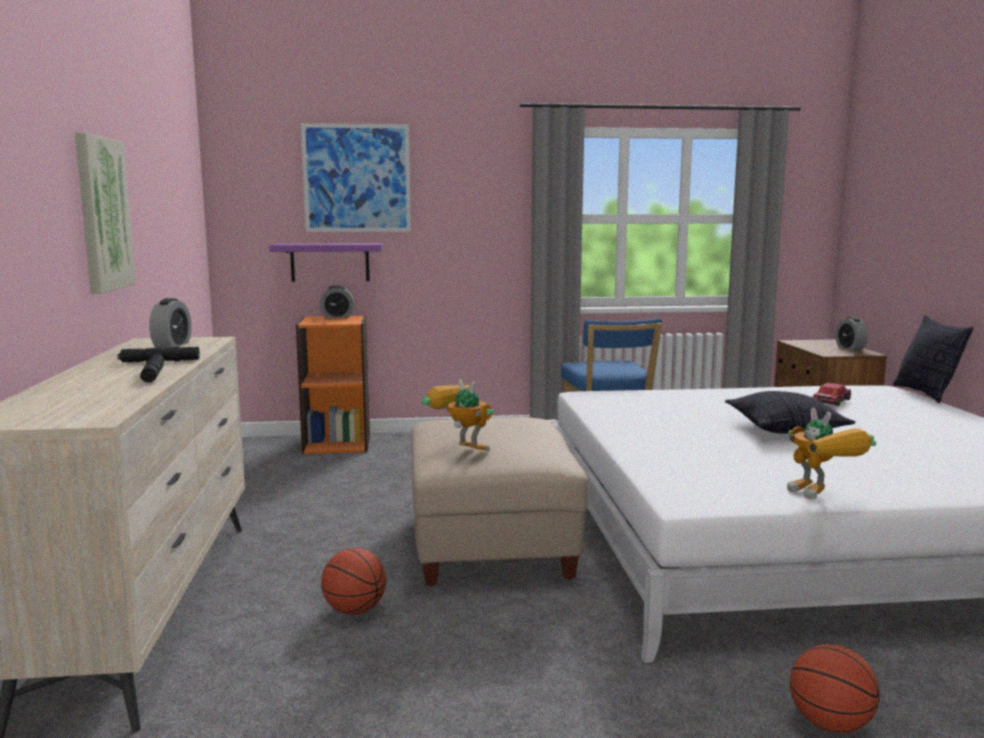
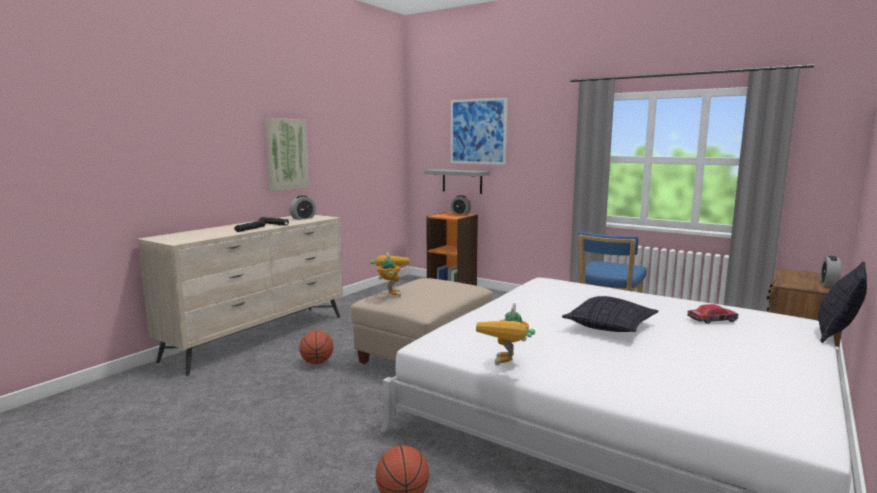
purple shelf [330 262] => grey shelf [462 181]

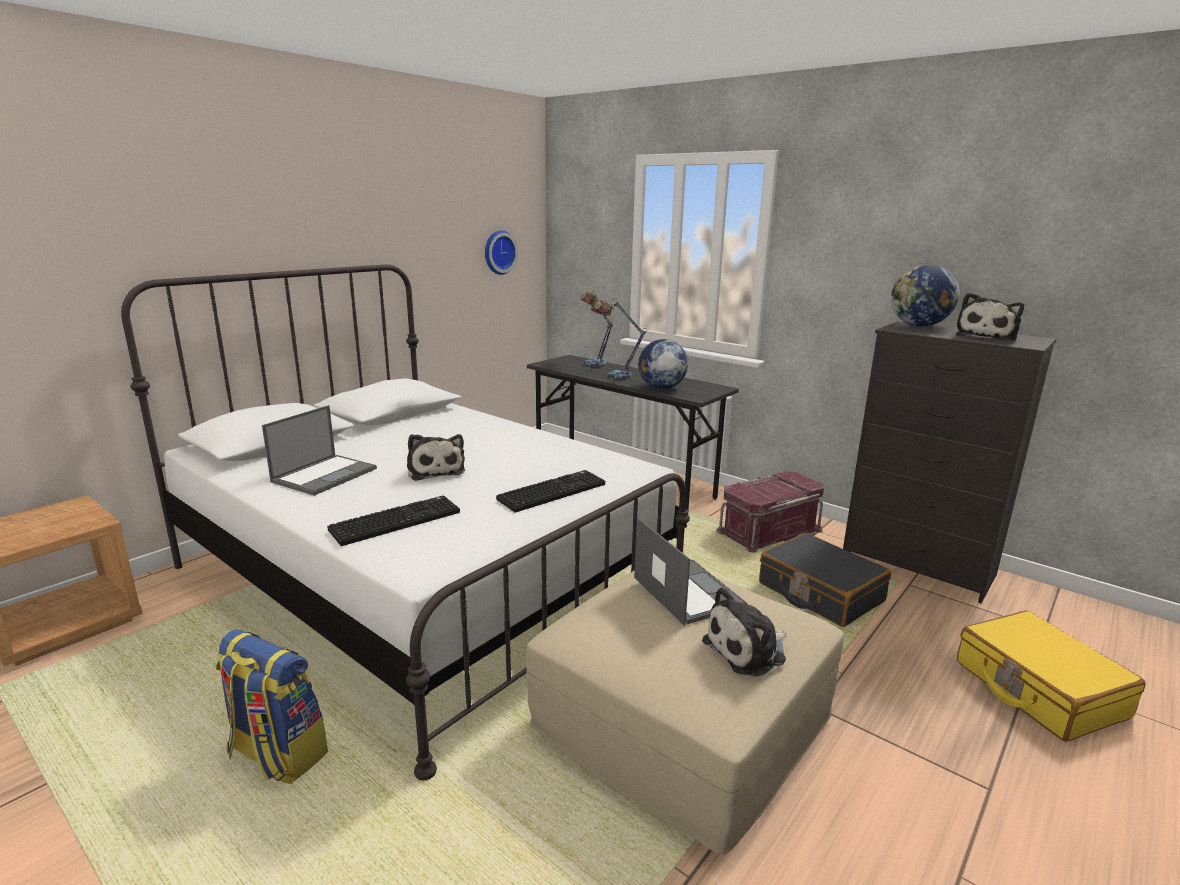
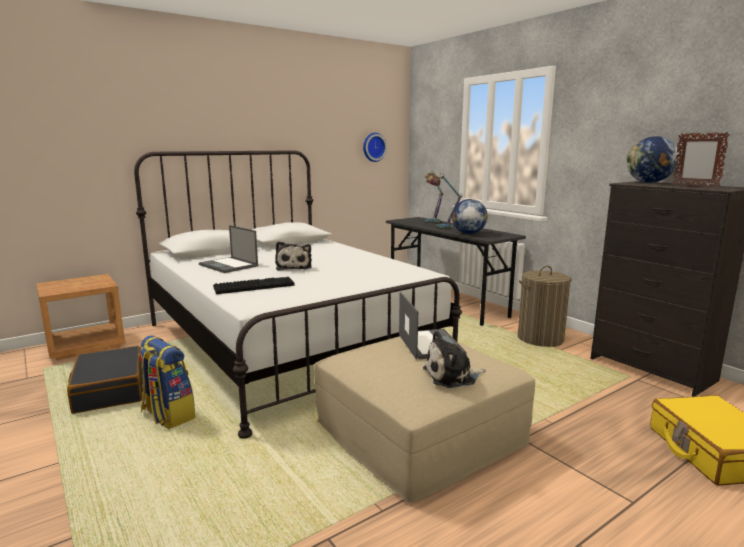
plush toy [986 337] => picture frame [695 186]
laptop [325 475] => laptop [229 265], 90 degrees clockwise
keyboard [552 491] => nothing
red storage box [768 530] => laundry basket [540 339]
black suitcase [819 593] => black suitcase [109 390], moved

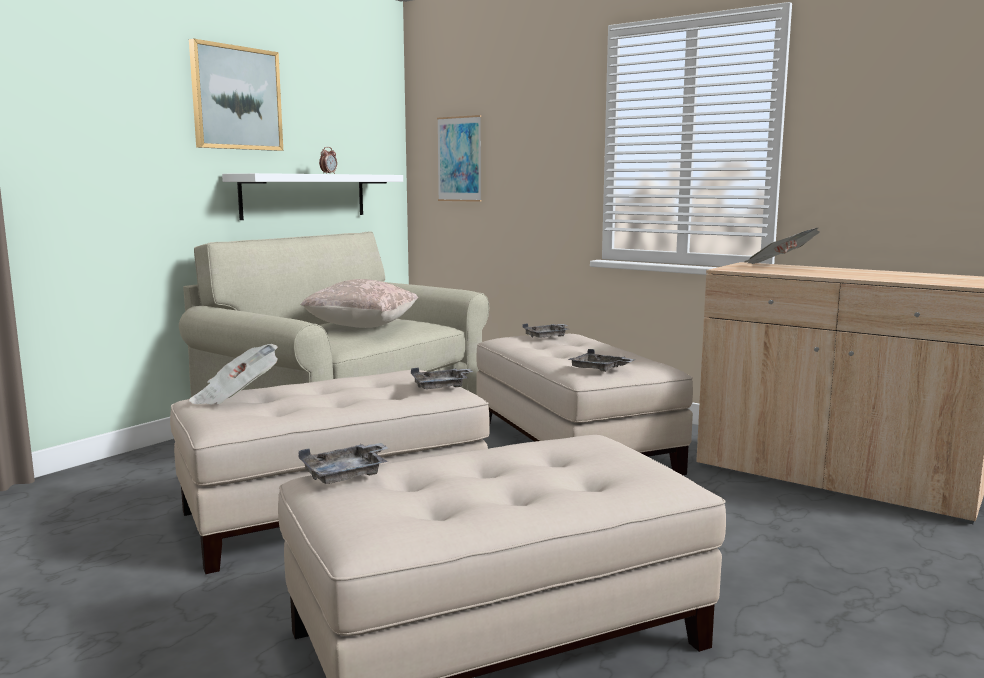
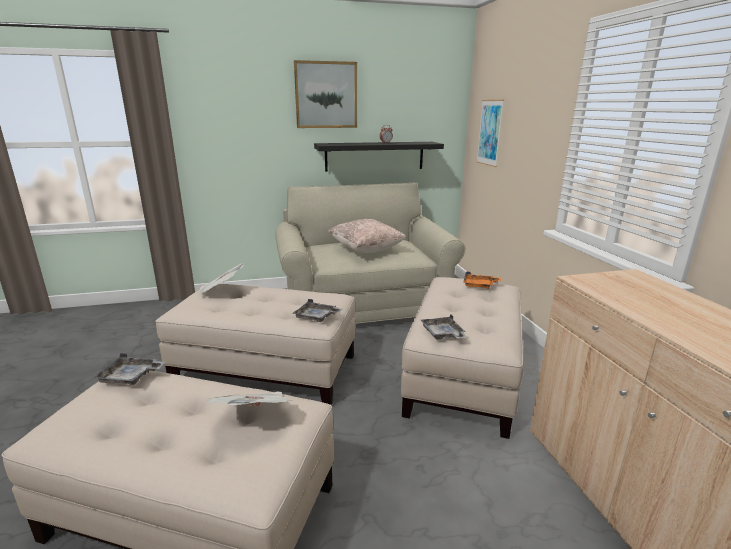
white shelf [304 196] => black shelf [374 156]
newspaper [779 266] => newspaper [255 416], moved
grey tray [547 337] => orange tray [479 285]

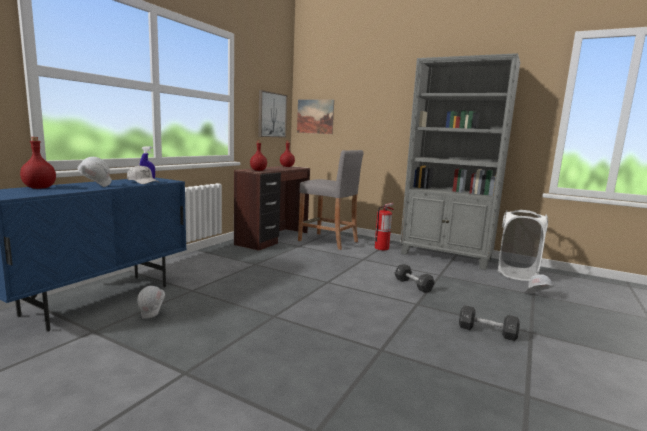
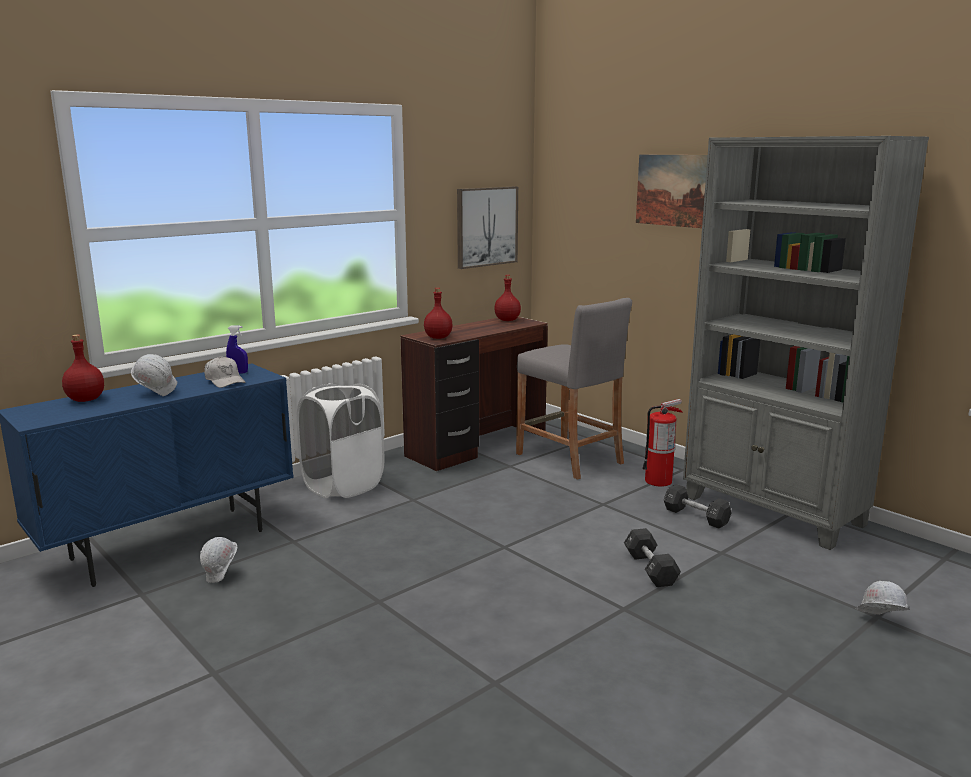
picture [315 116] => picture [673 190], moved
white laundry basket [516 273] => white laundry basket [343 486], moved
black dumbbell [487 331] => black dumbbell [696 516], moved

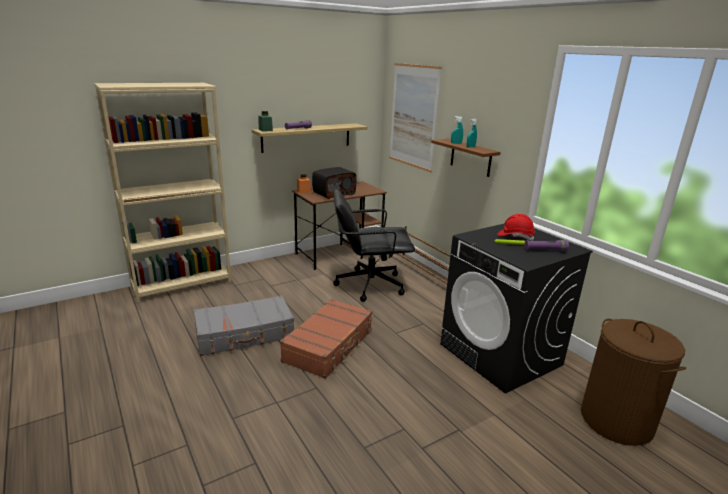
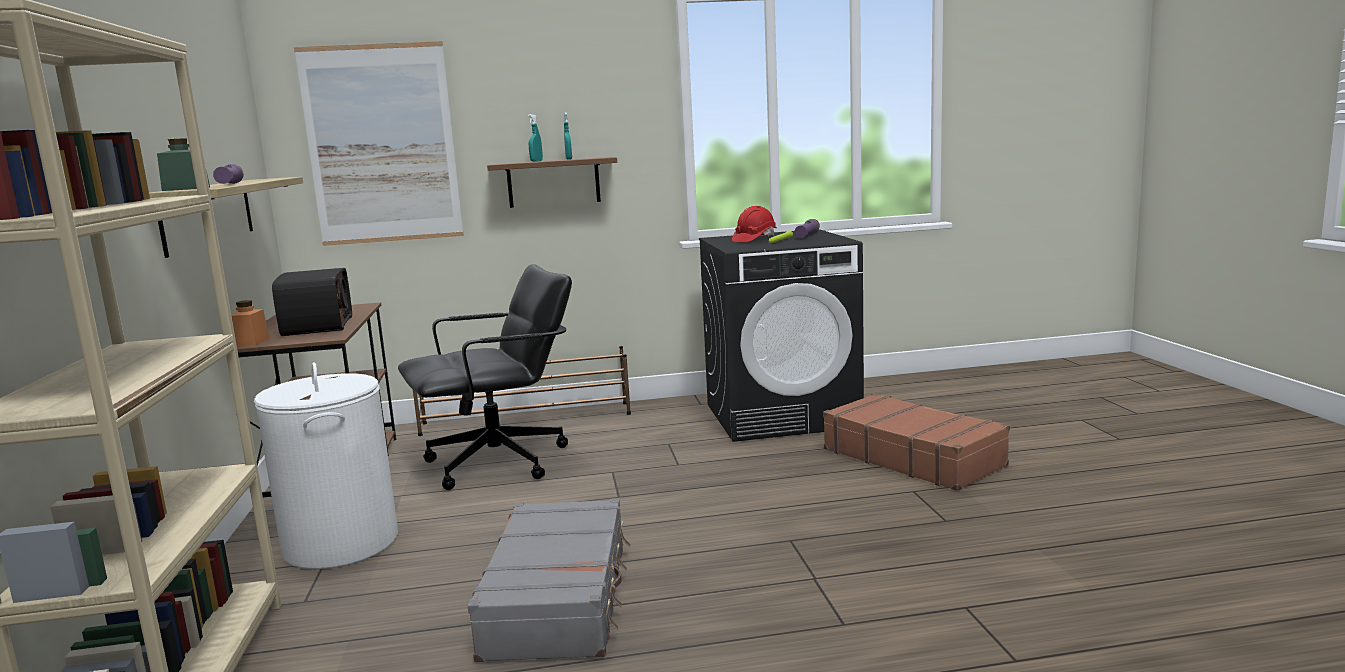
black office chair [369 284] => black office chair [499 463], 135 degrees counterclockwise
brown suitcase [329 346] => brown suitcase [912 457], moved
brown laundry basket [616 421] => nothing
nothing => white laundry basket [340 543]

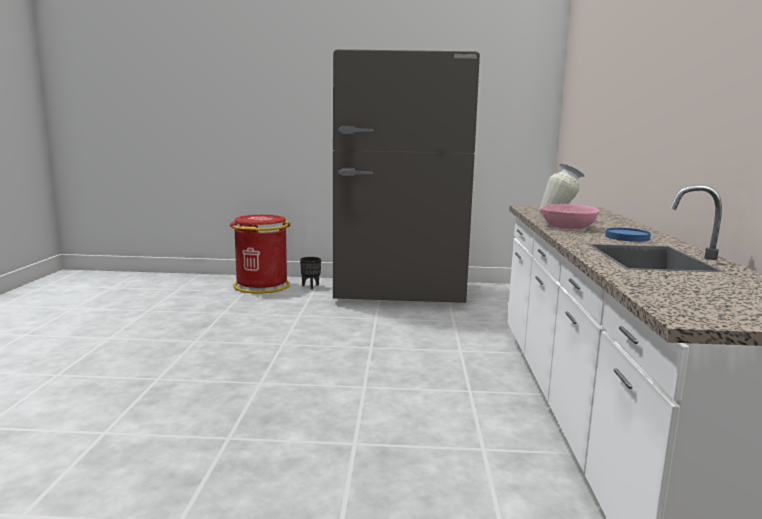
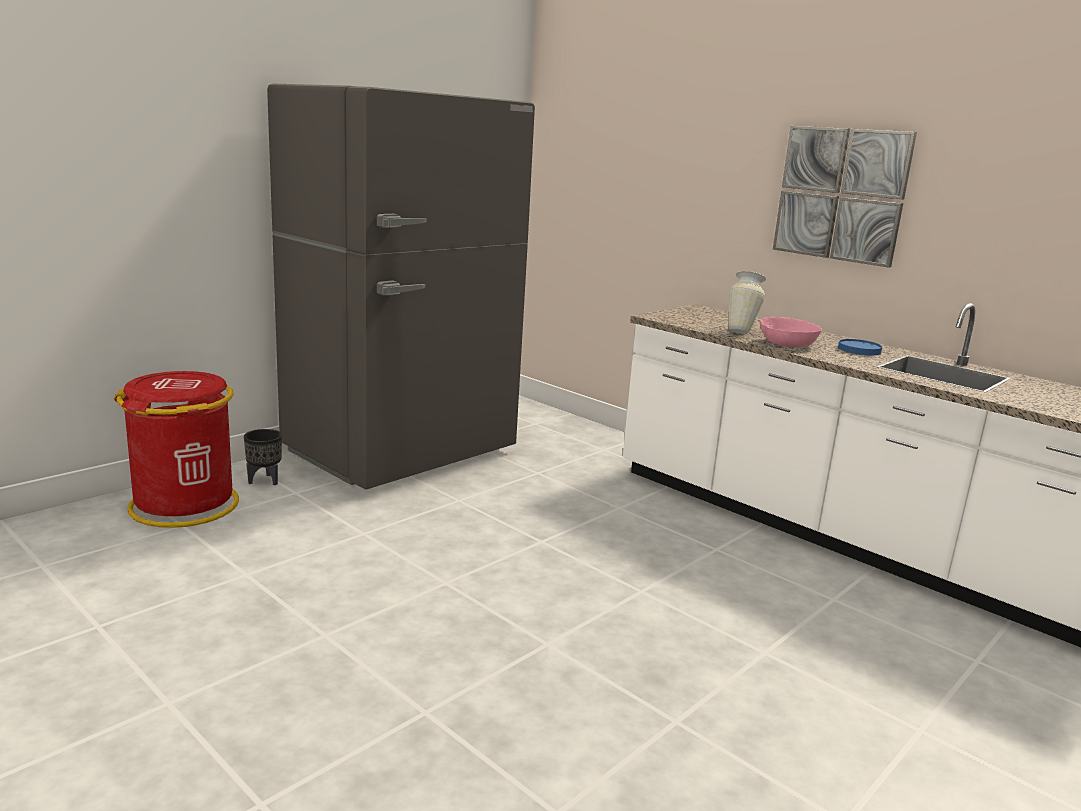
nothing => picture [841 194]

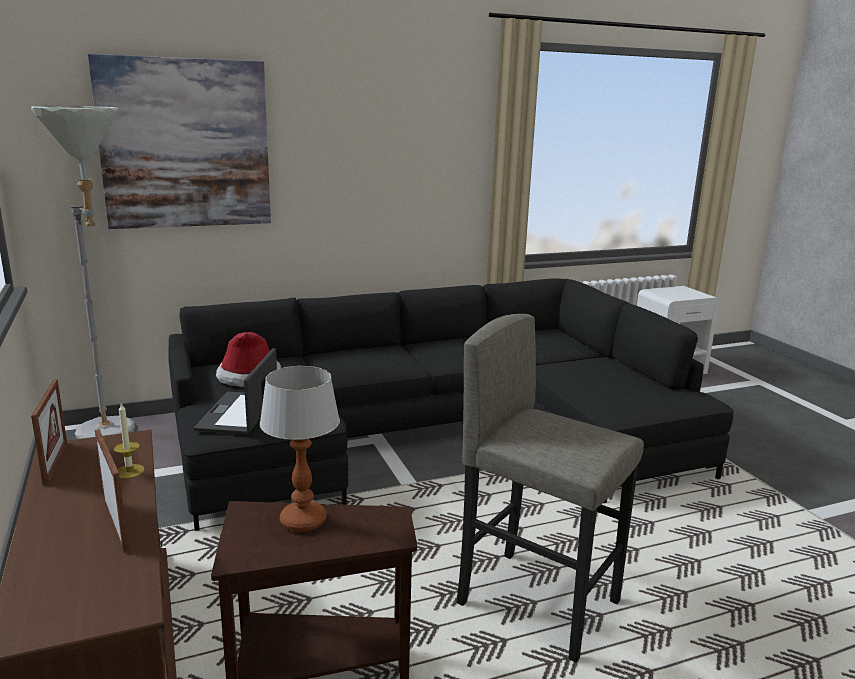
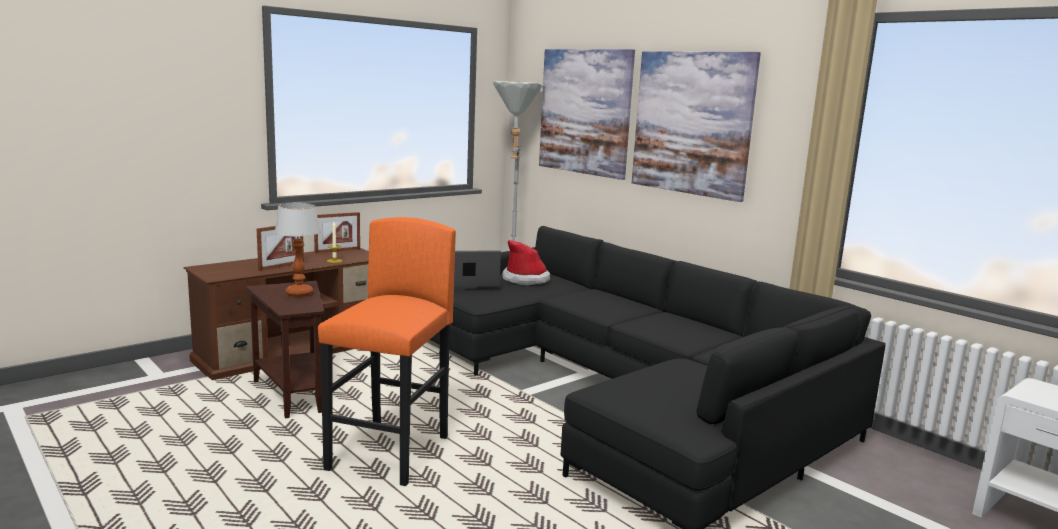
grey stool [538 602] => orange stool [390 453]
nothing => picture [692 123]

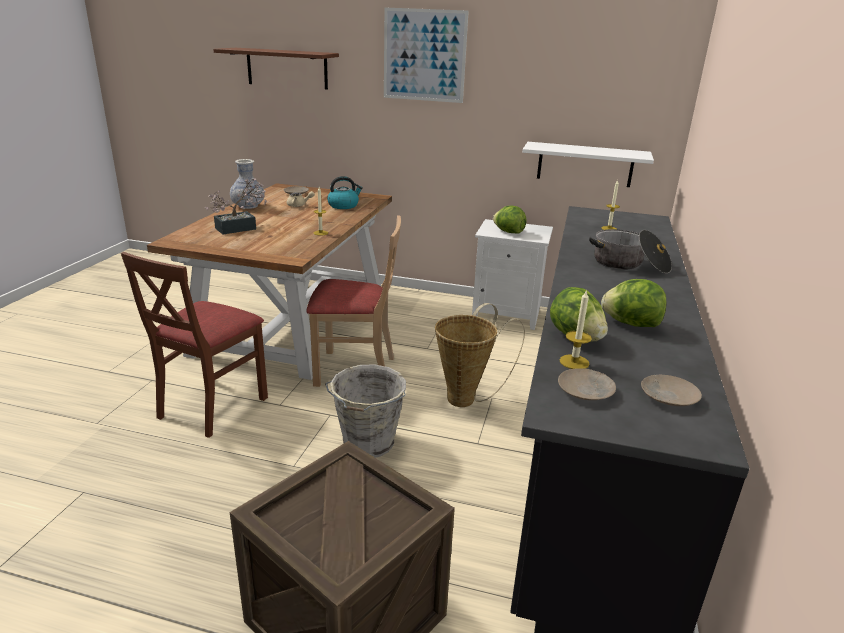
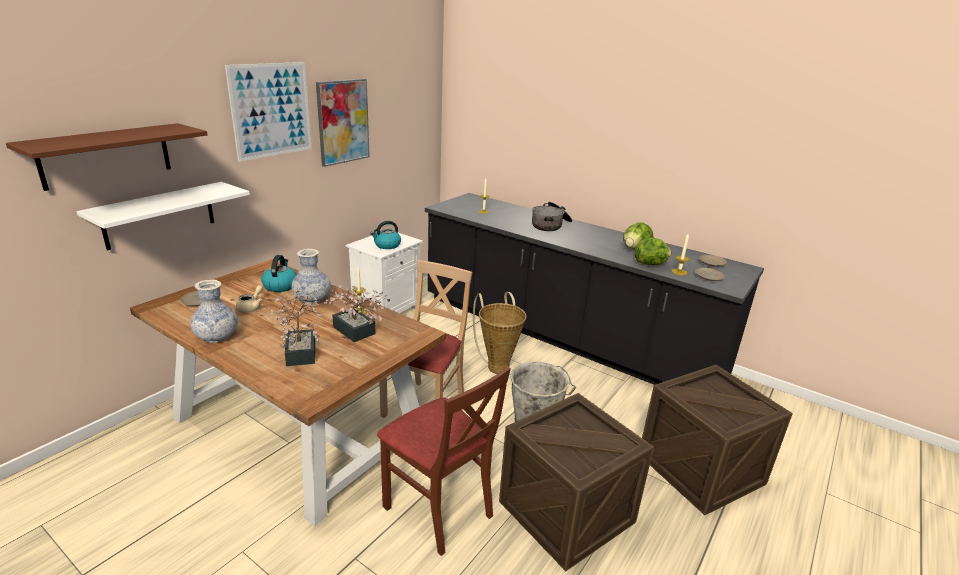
white shelf [585 164] => white shelf [159 215], moved
lettuce [508 232] => kettle [387 245]
nothing => picture [343 121]
nothing => vase [312 299]
nothing => potted plant [356 332]
nothing => crate [566 511]

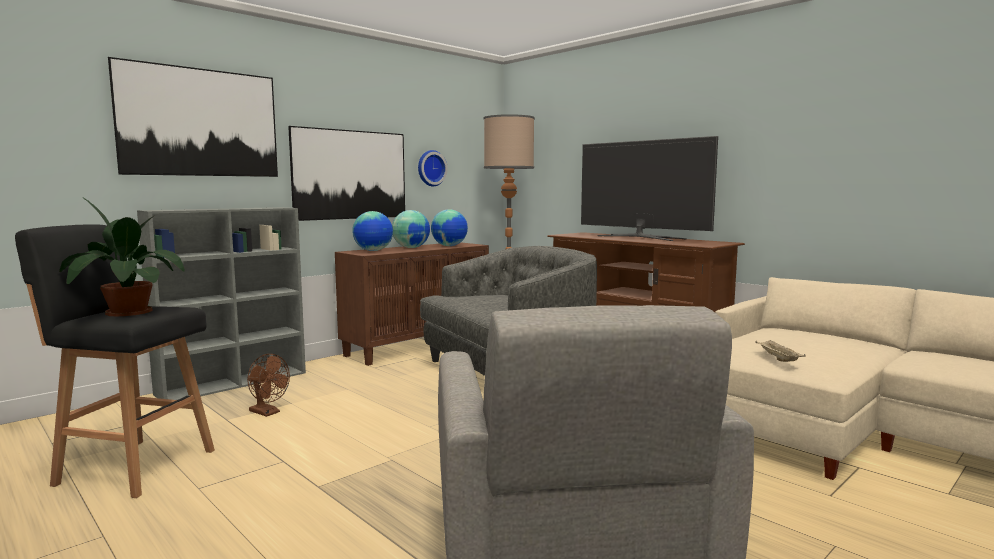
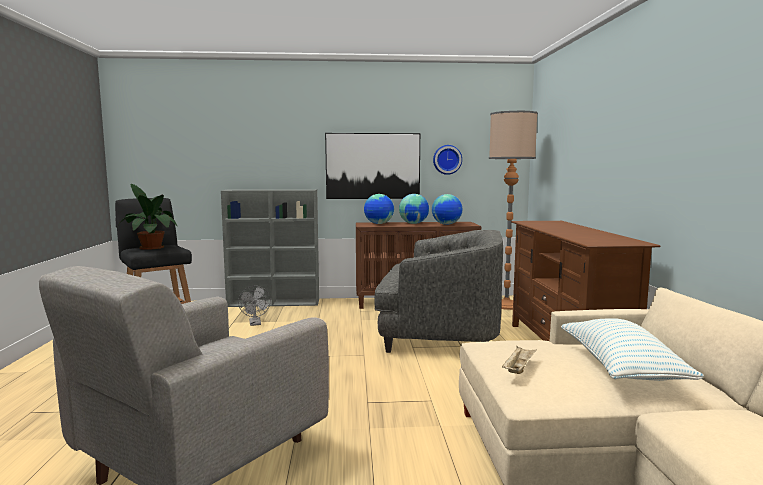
picture [200 122] => nothing
television [640 237] => nothing
brown fan [268 413] => grey fan [255 323]
nothing => pillow [621 368]

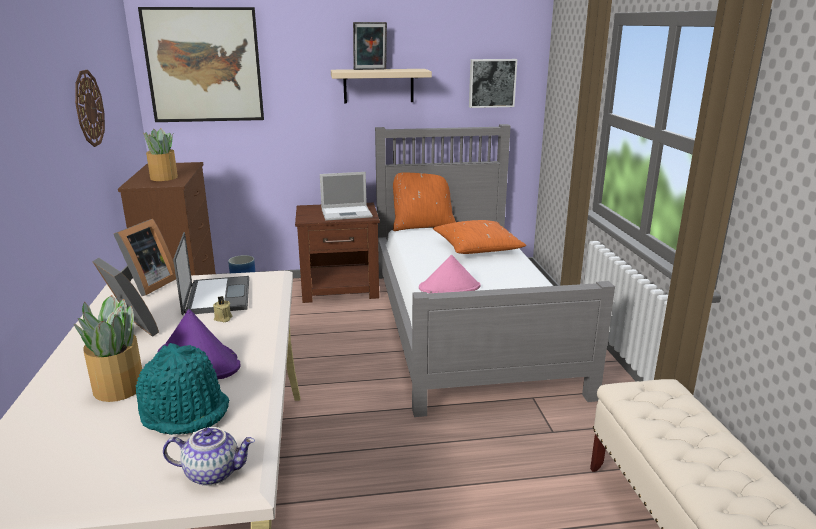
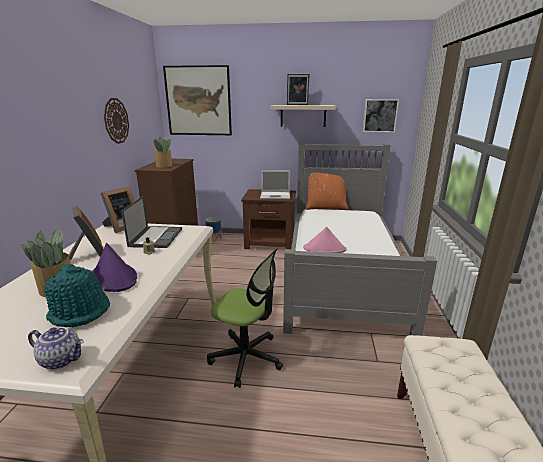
orange pillow [477 248] => nothing
nothing => office chair [246 357]

